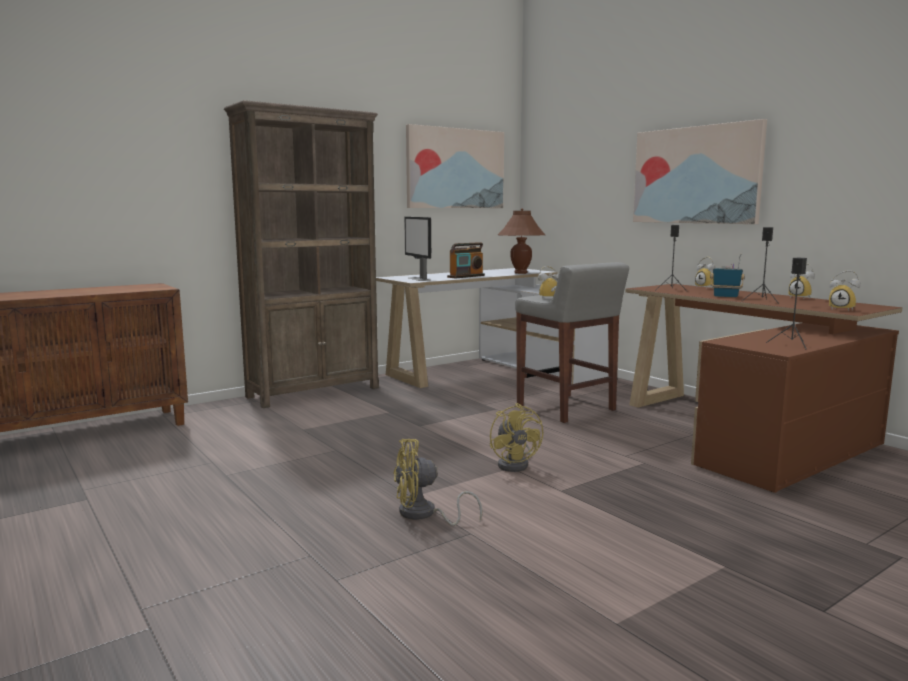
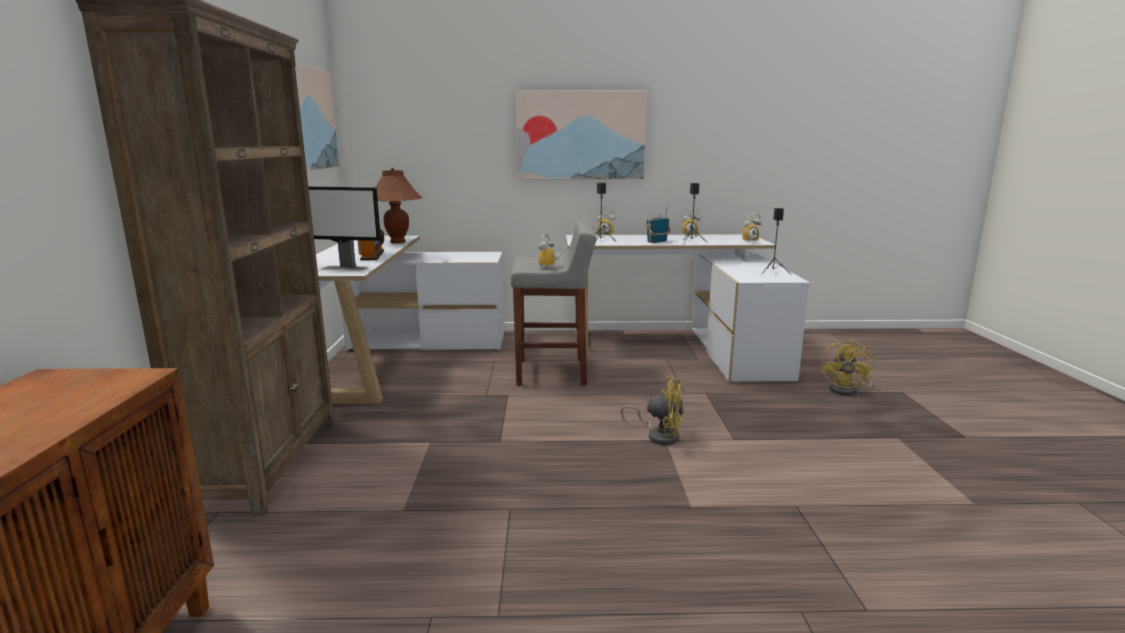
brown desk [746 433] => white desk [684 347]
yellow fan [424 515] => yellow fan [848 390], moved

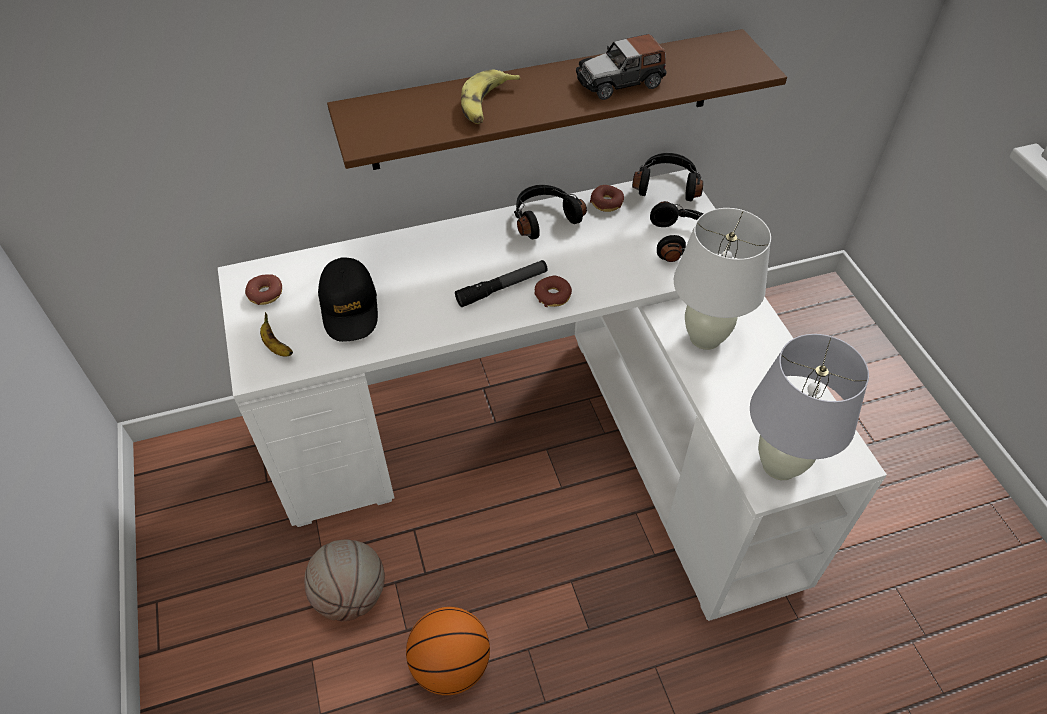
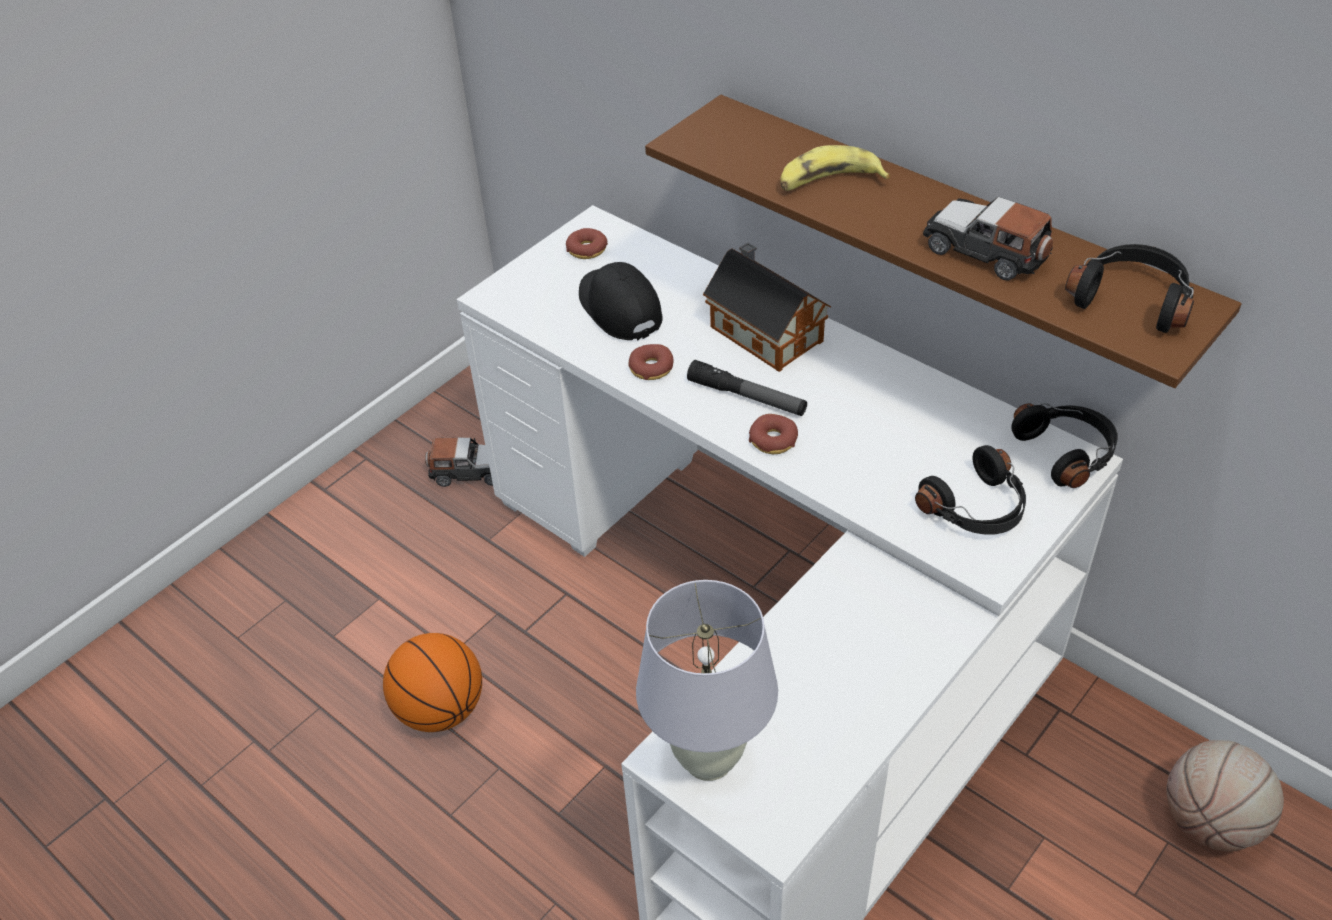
black headphones [544 218] => black headphones [1132 299], moved
donut [606 203] => donut [651 368], moved
white table lamp [704 338] => nothing
black cap [349 307] => black cap [619 308], 105 degrees clockwise
banana [276 347] => nothing
basketball [351 595] => basketball [1210 822], moved
nothing => toy house [763 331]
nothing => toy car [470 471]

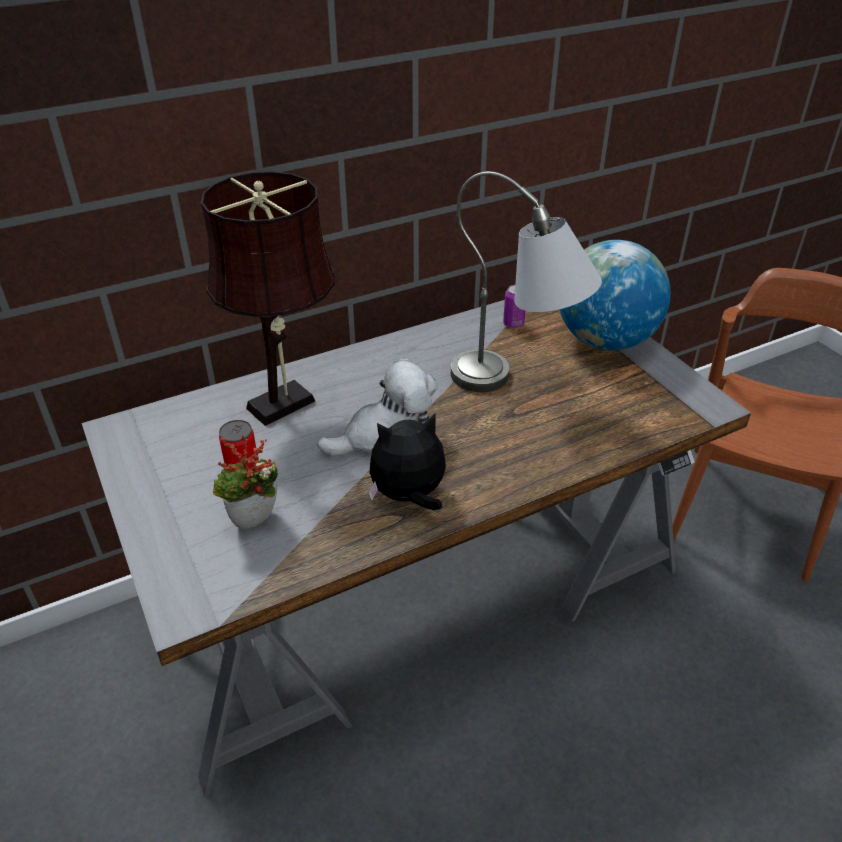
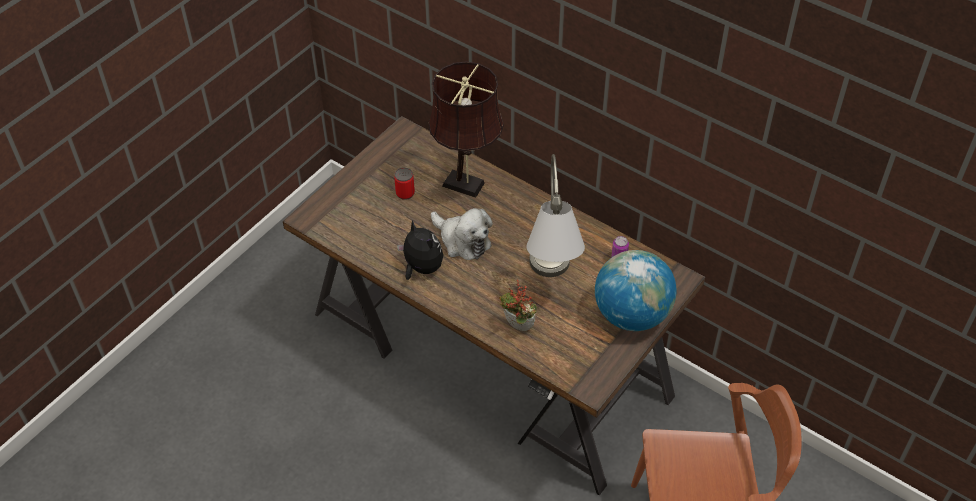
grey desk [418 595] => brown desk [491 353]
potted plant [255 524] => potted plant [517 328], moved

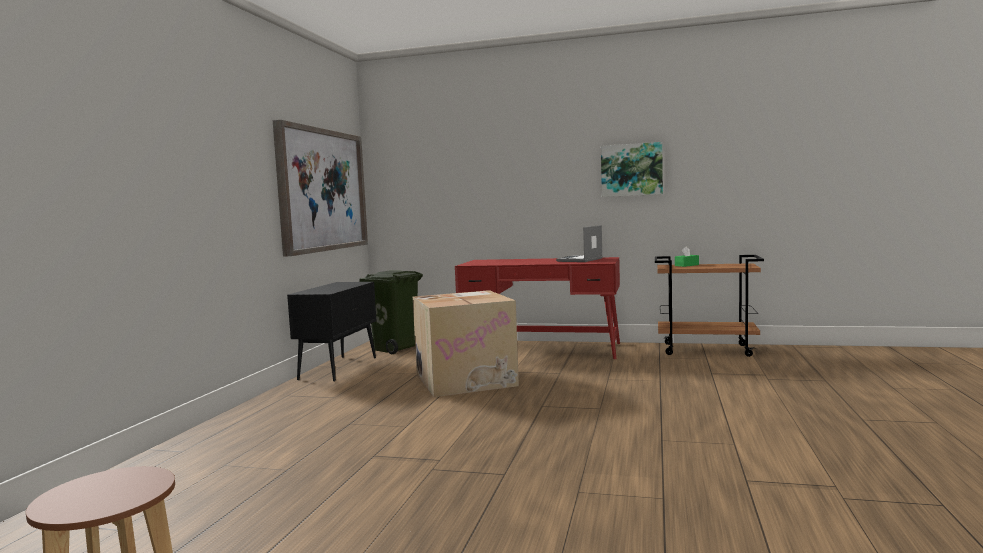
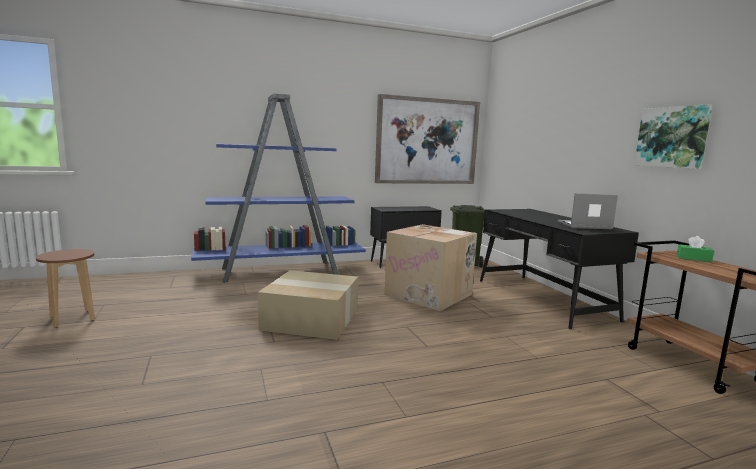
red desk [541 349] => black desk [543 299]
nothing => blue bookcase [281 271]
nothing => cardboard box [309 320]

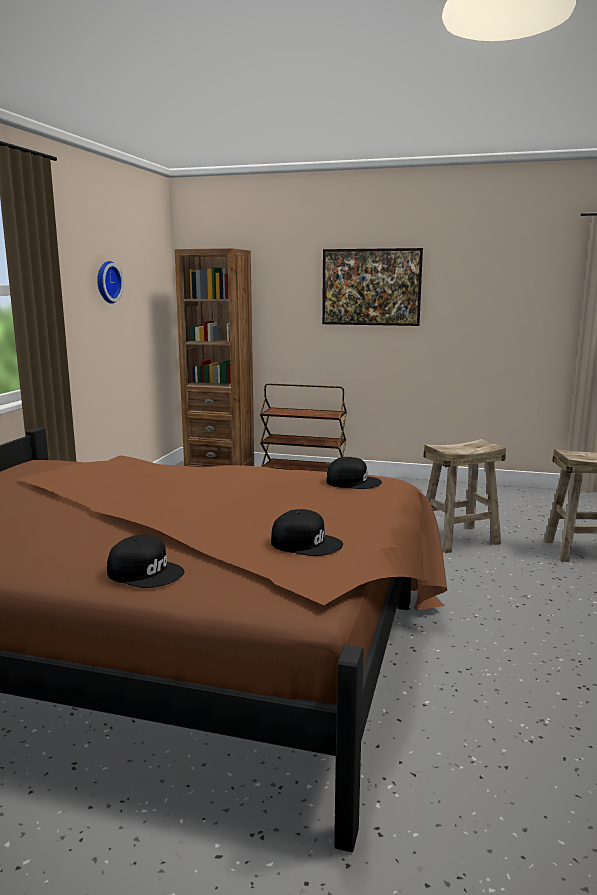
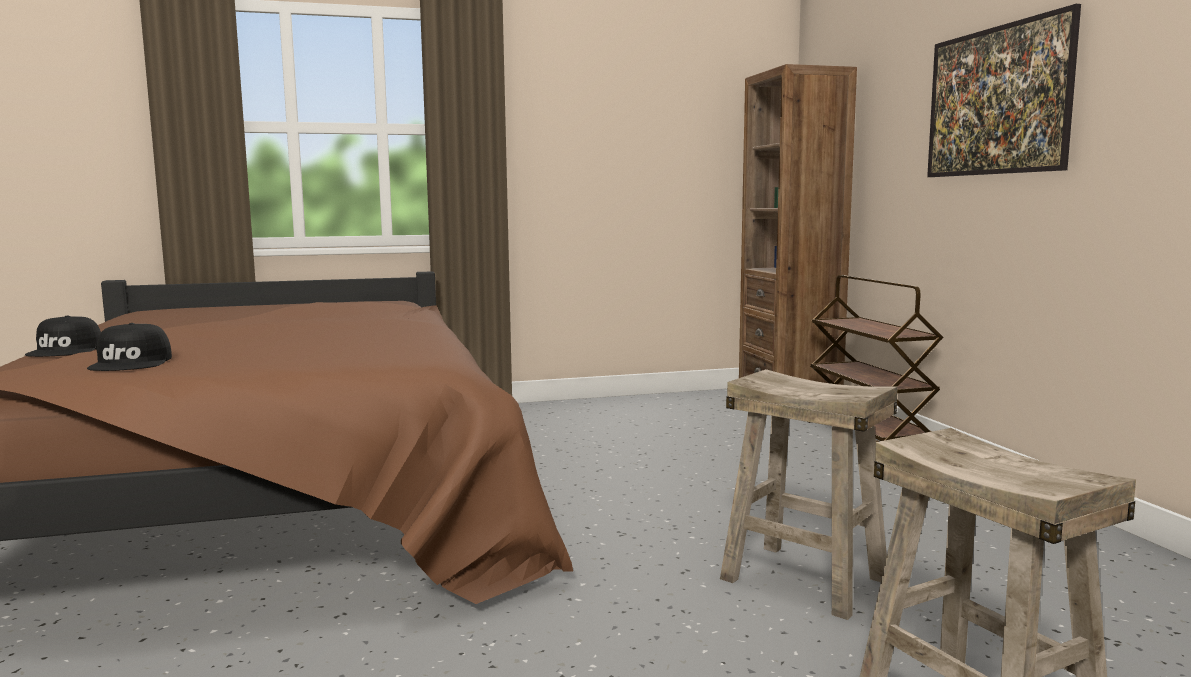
wall clock [106 282] => nothing
black cap [353 482] => nothing

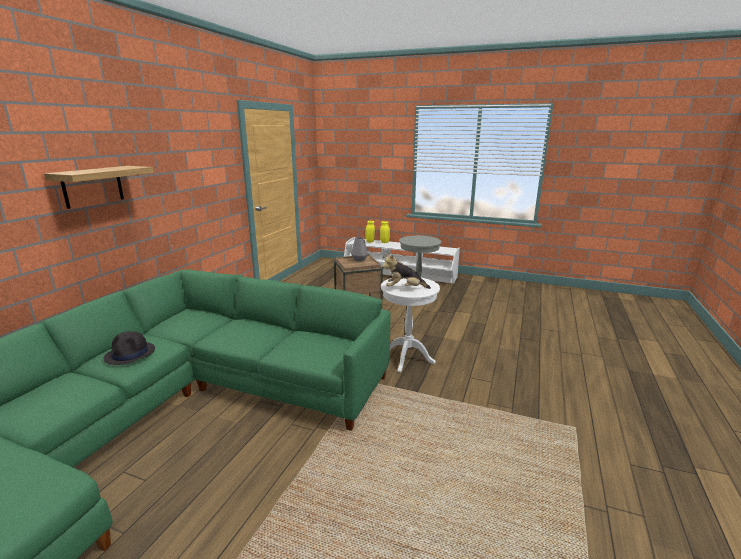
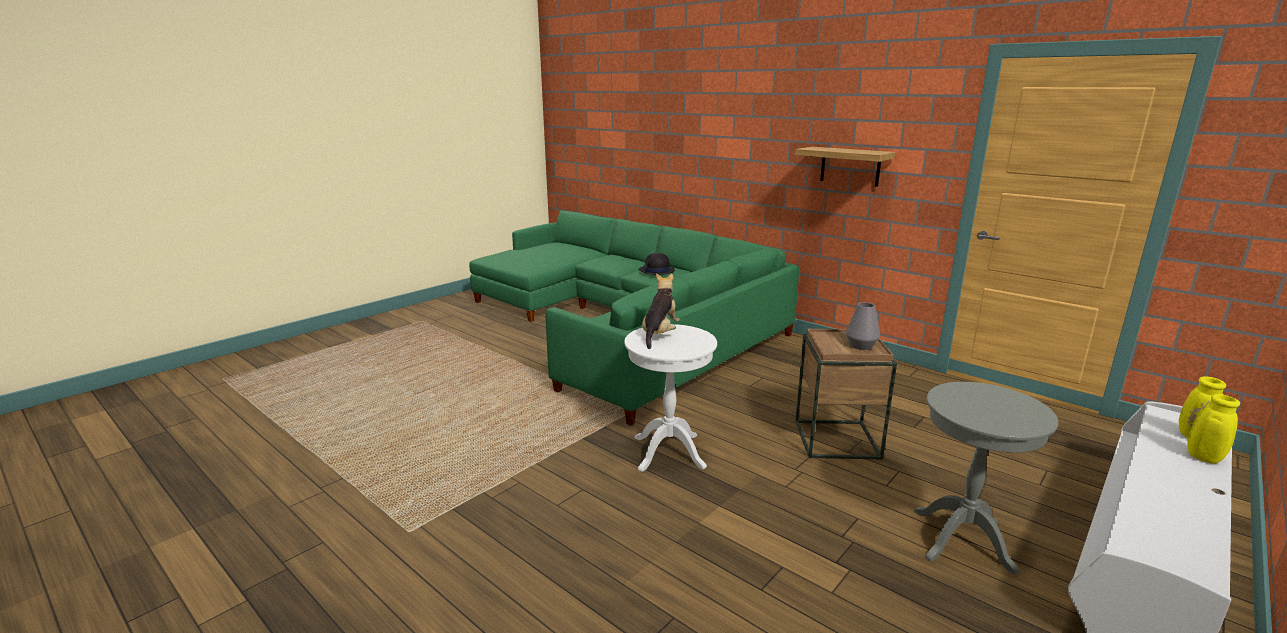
shelf [93 186] => shelf [850 166], moved

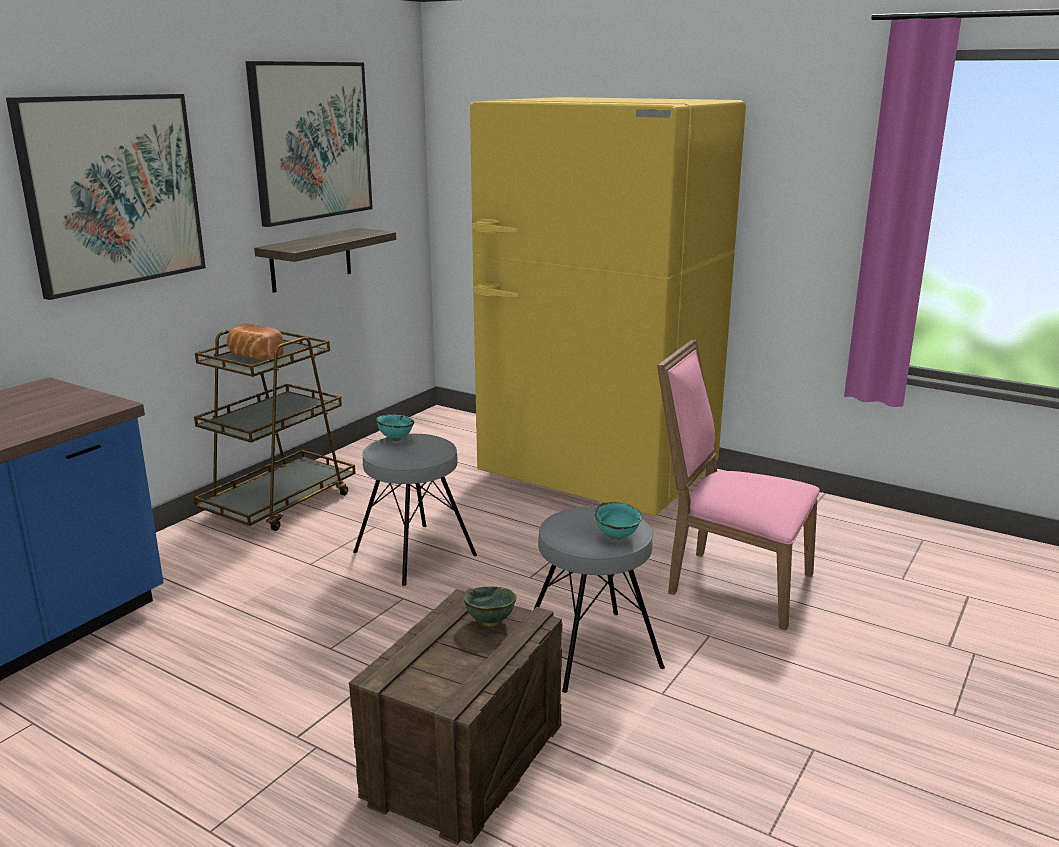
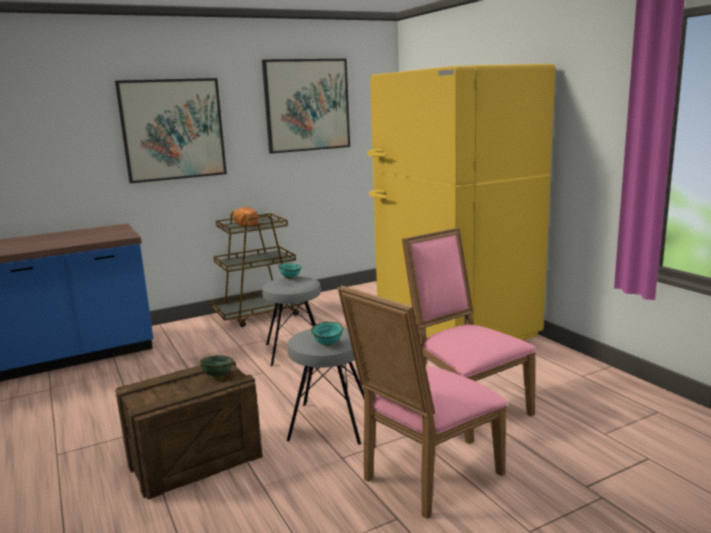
shelf [311 260] => nothing
nothing => pink chair [425 477]

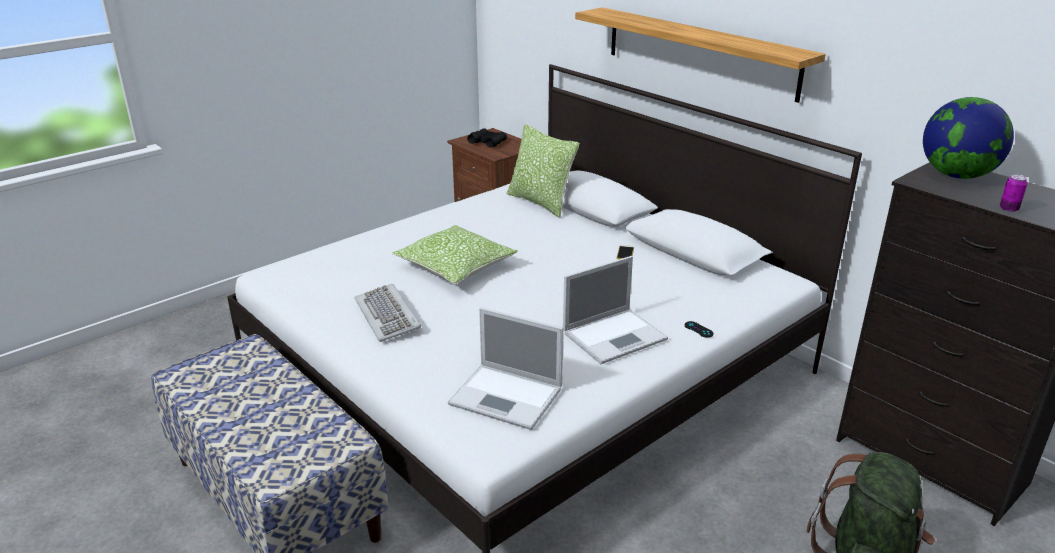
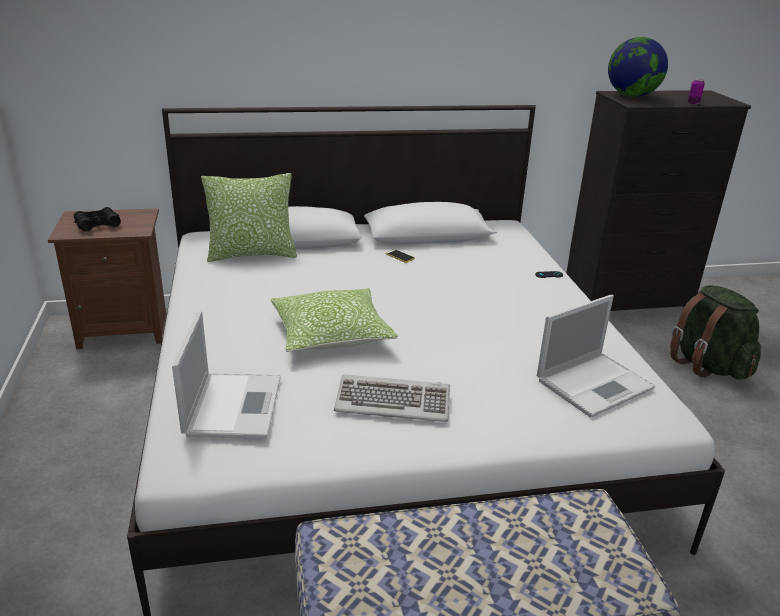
shelf [699 52] => nothing
laptop [616 335] => laptop [233 404], moved

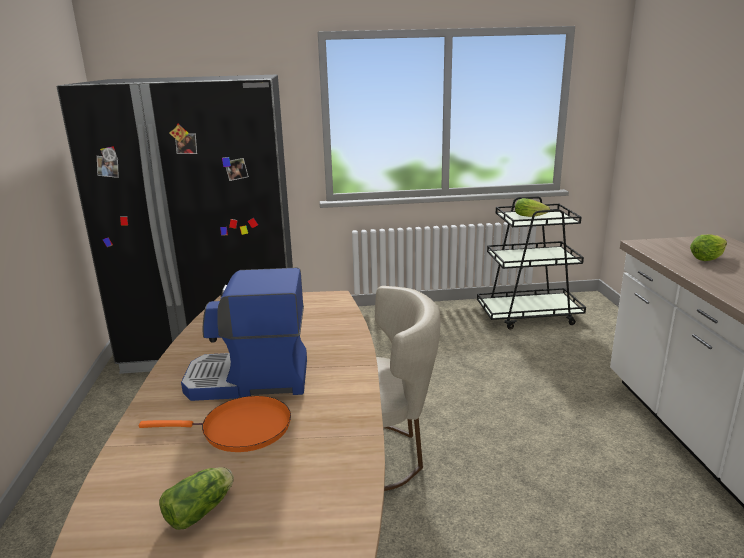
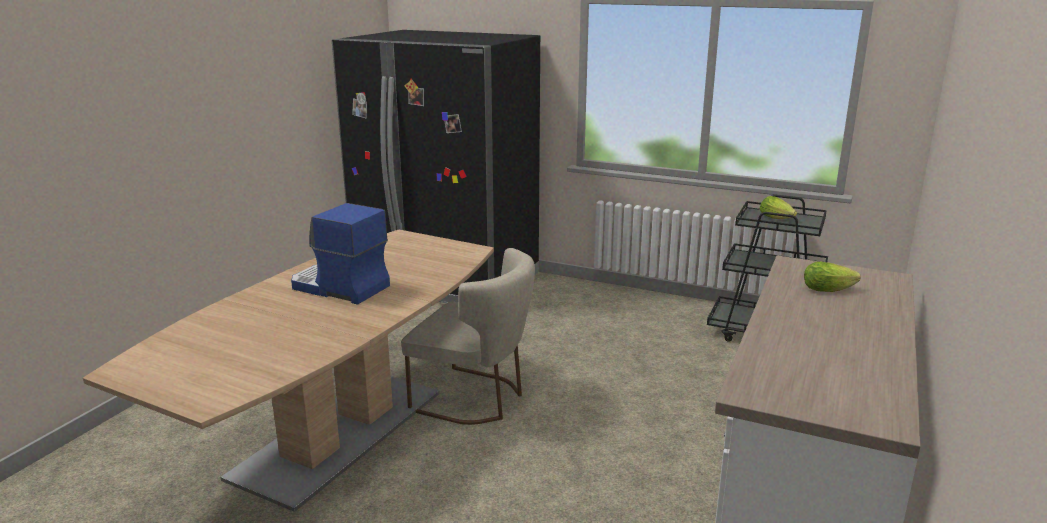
orange frying pan [240 429] => nothing
lettuce [202 509] => nothing

